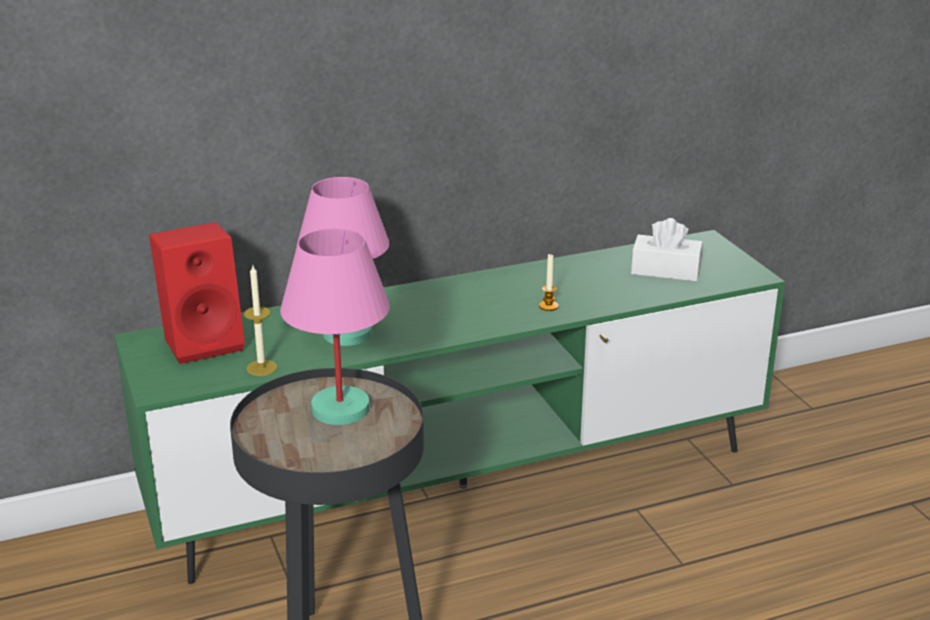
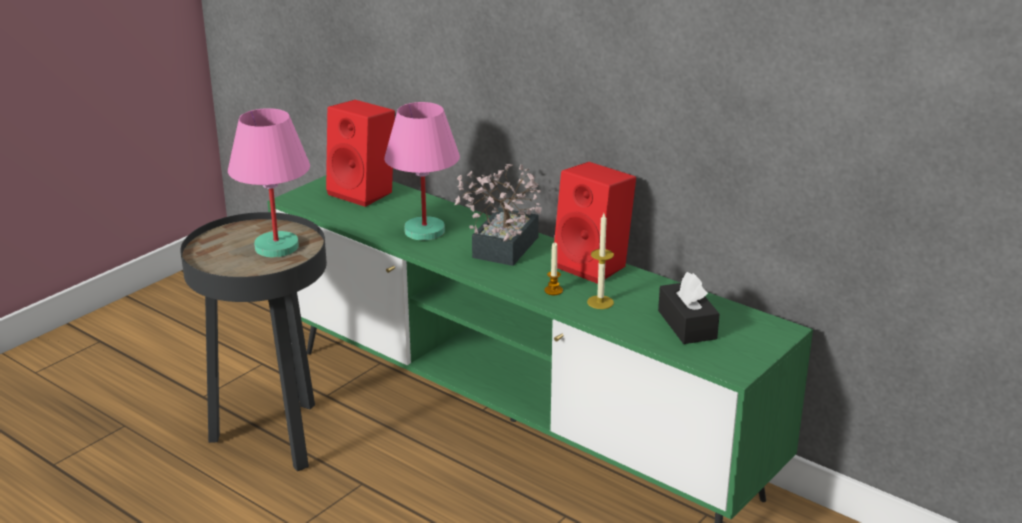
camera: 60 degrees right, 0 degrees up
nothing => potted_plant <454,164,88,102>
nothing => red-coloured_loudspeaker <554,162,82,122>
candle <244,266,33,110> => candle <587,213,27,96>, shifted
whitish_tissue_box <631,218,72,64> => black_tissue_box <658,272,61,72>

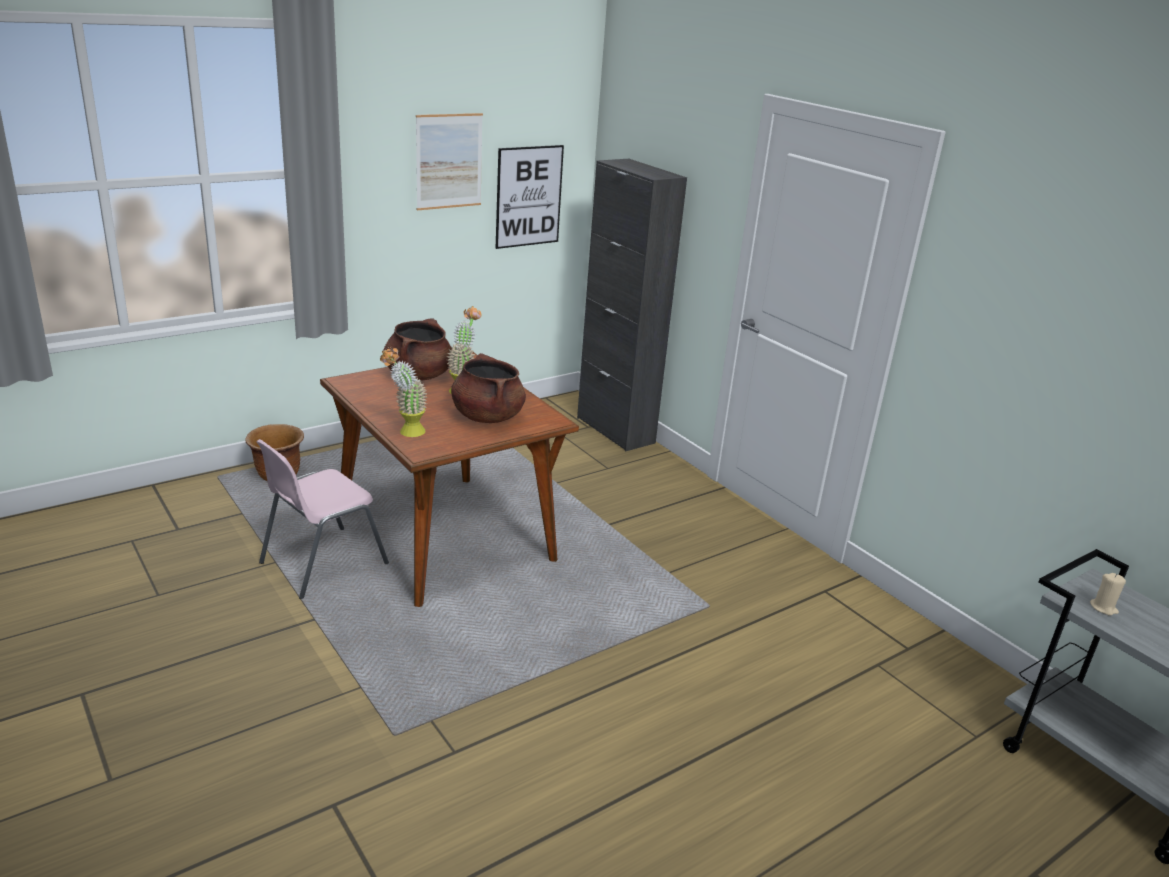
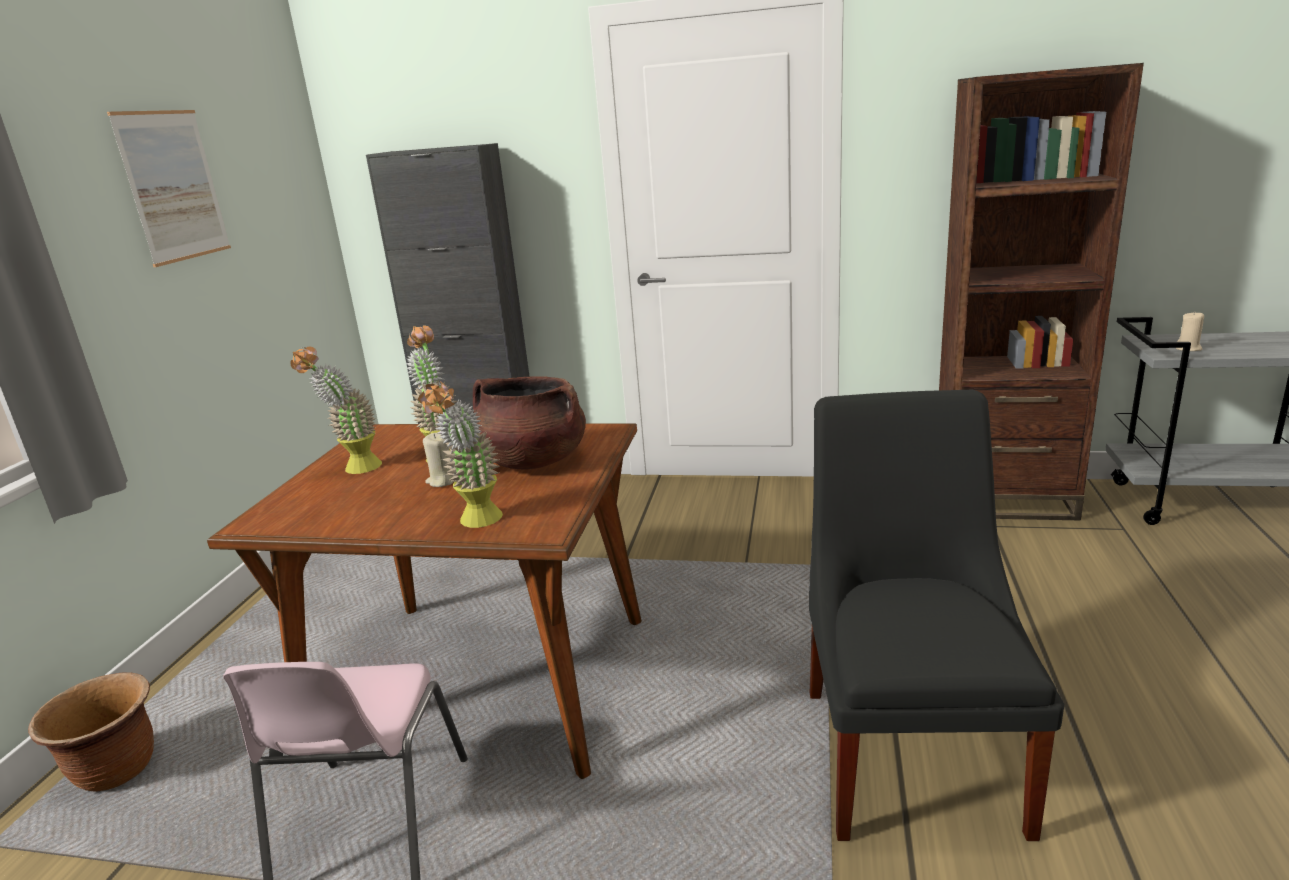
camera: 40 degrees left, 5 degrees down
brownish_saucepot <384,318,68,63> => potted_plant <291,347,91,127>
nothing => sand-coloured_candle <423,433,30,54>
nothing => black_upright_chair <809,390,255,451>
nothing => brownish_shelving_unit <939,63,205,457>
wall_art <496,145,68,104> => nothing

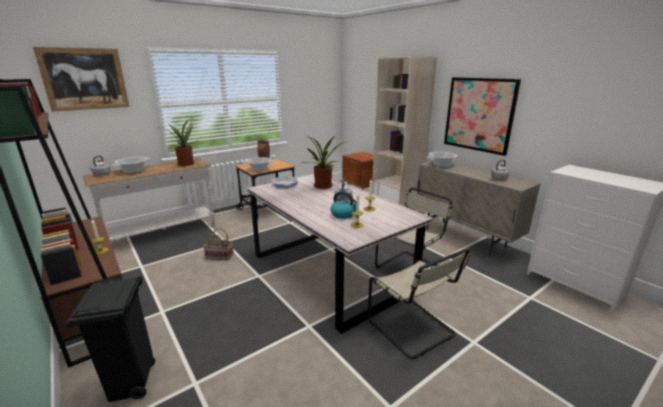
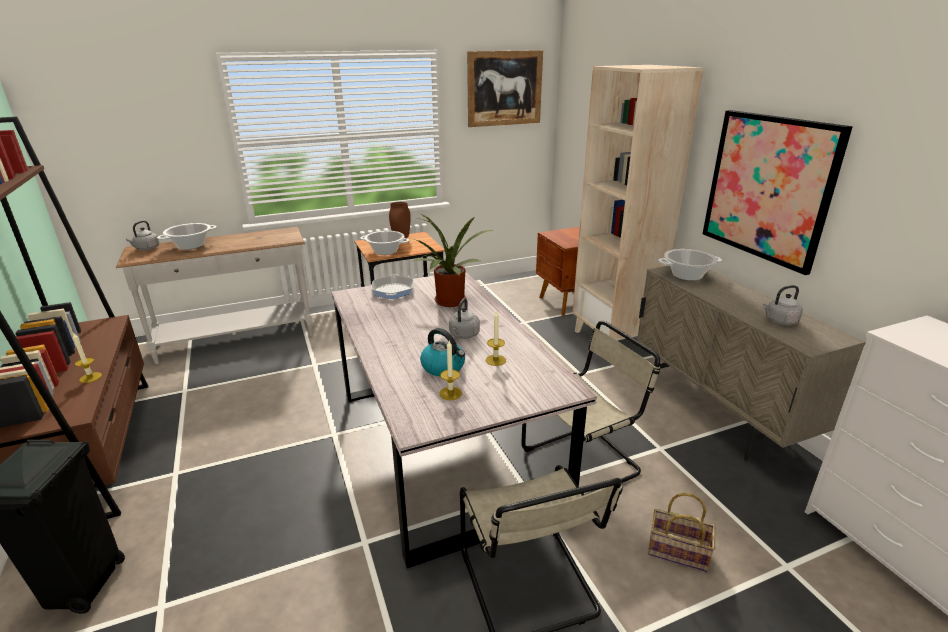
camera: 15 degrees right, 5 degrees up
wall_art <33,47,96,65> => wall_art <467,50,76,77>, shifted
household_basket <203,228,31,32> => household_basket <648,493,67,79>, shifted
potted_plant <159,118,44,48> => nothing

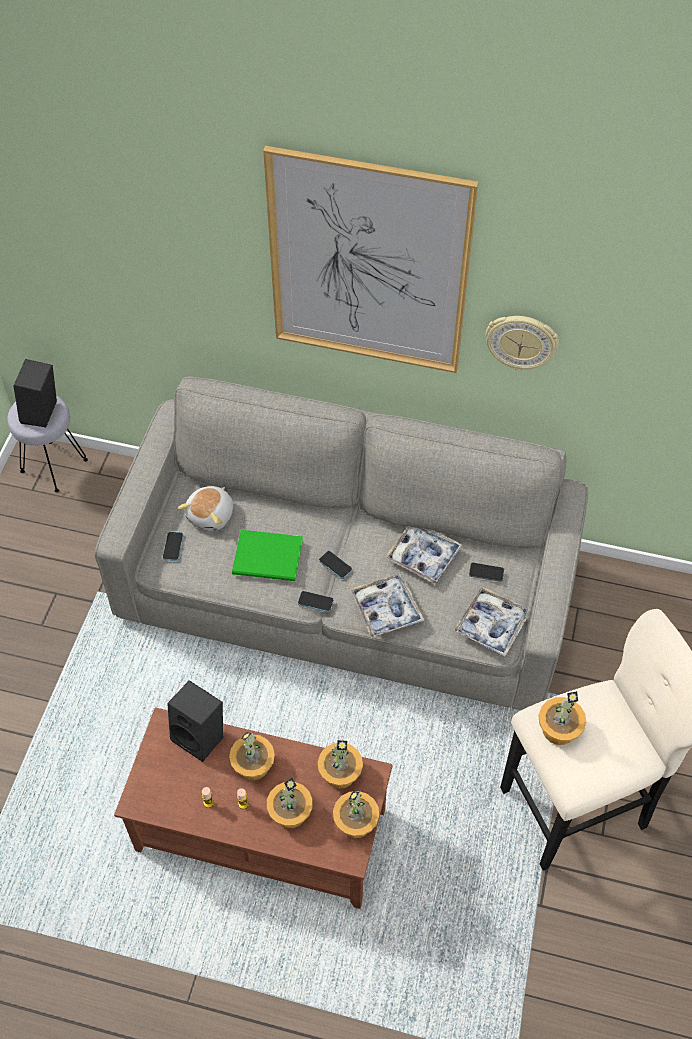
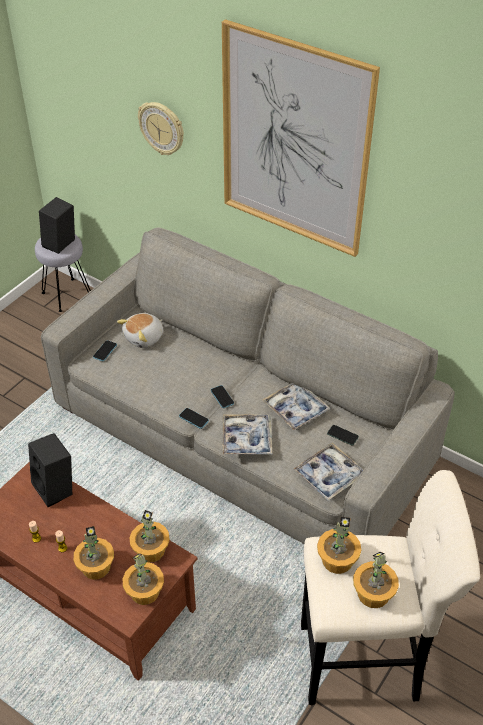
camera: 20 degrees right, 10 degrees down
clock_on_the_wall <485,316,74,54> => clock_on_the_wall <138,102,46,53>, shifted
potted_plant <229,732,46,48> => potted_plant <353,552,46,56>, shifted
greenish_book <232,530,71,51> => nothing

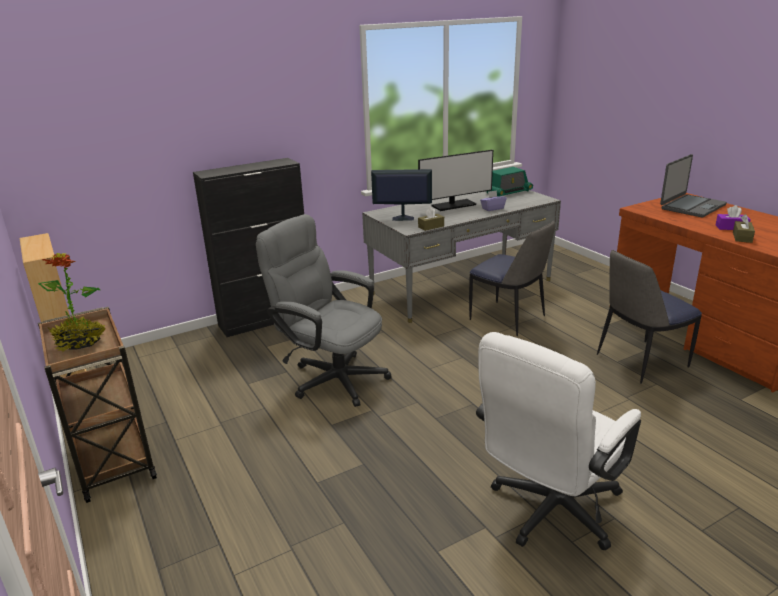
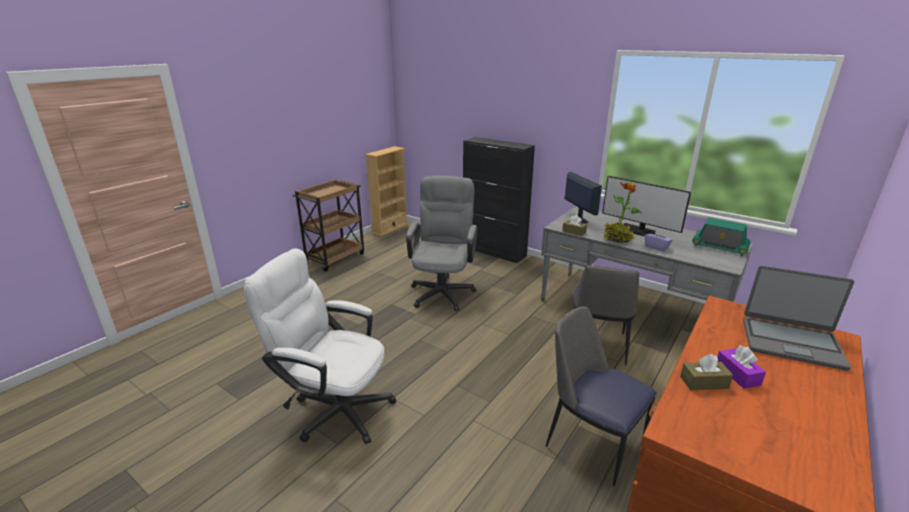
camera: 65 degrees right, 0 degrees up
potted_plant <38,253,67,99> => potted_plant <603,182,39,61>, shifted

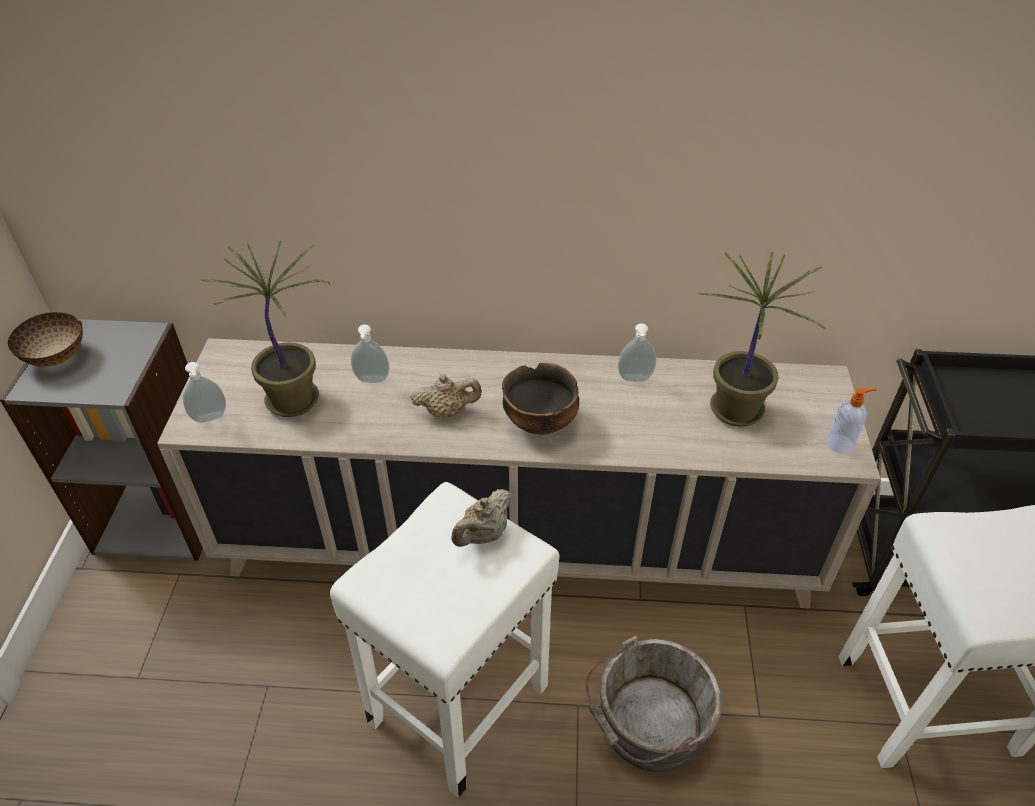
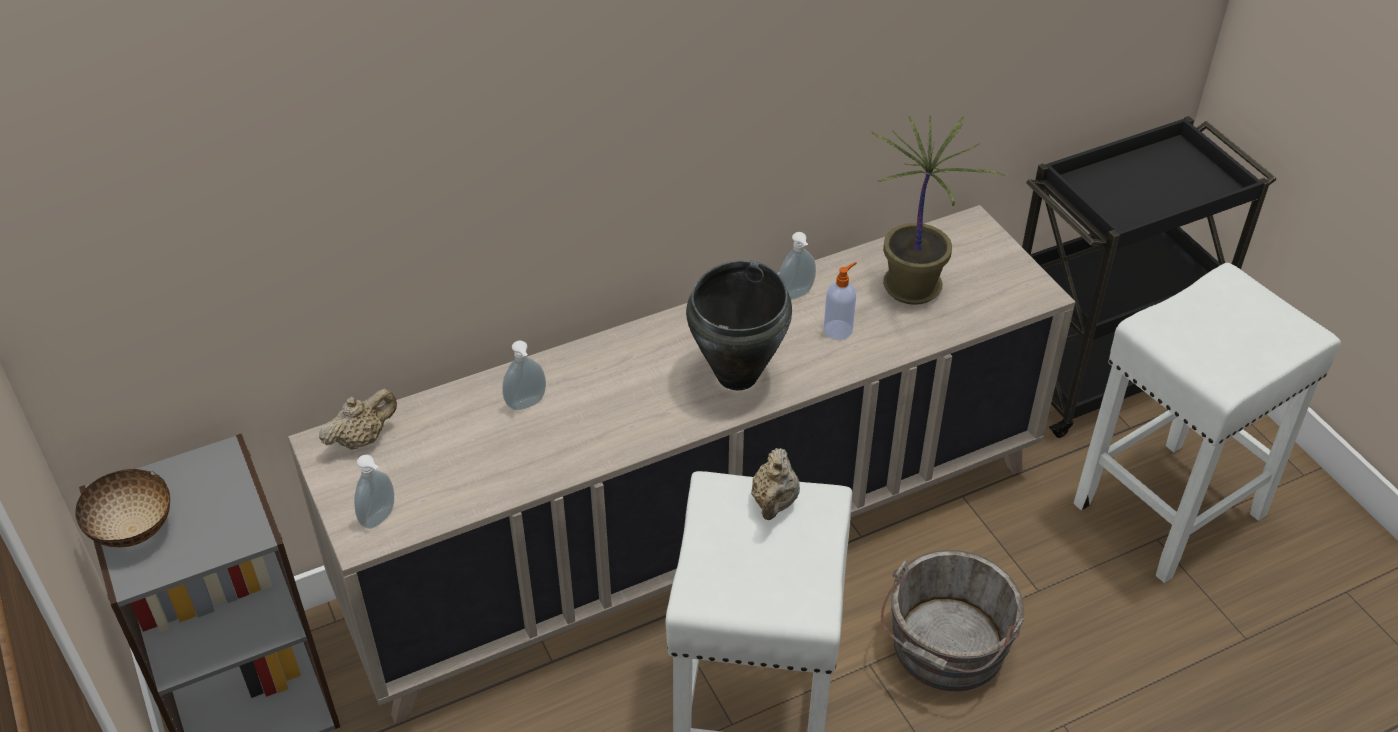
camera: 30 degrees left, 0 degrees up
sand-coloured_teapot <410,374,72,44> => sand-coloured_teapot <319,389,78,61>, shifted
bowl <502,363,77,72> => black_saucepot <686,260,106,130>
soap_bottle <826,388,51,66> => soap_bottle <824,262,33,78>, shifted
potted_plant <200,240,130,177> => nothing

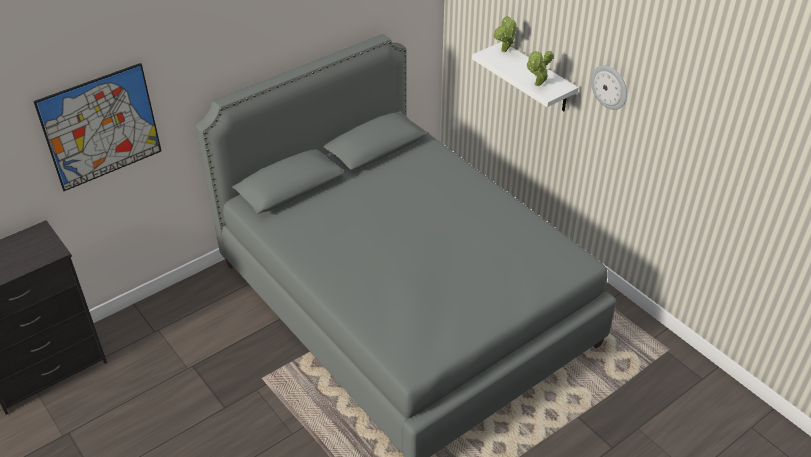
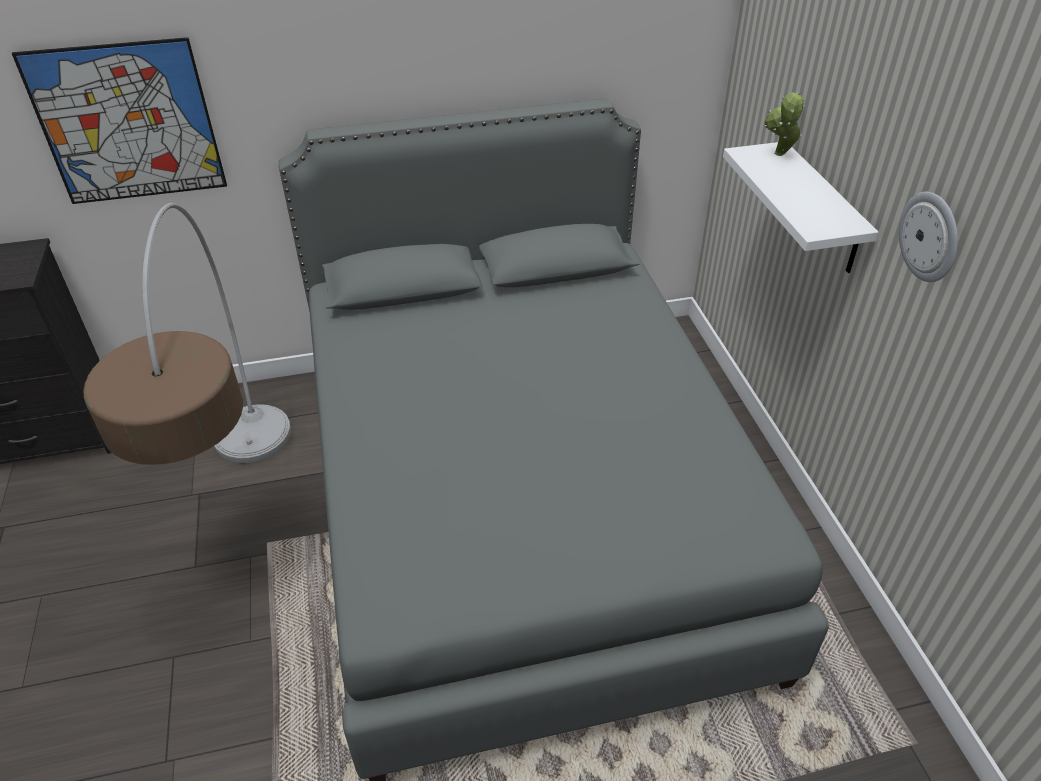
camera: 25 degrees right, 0 degrees up
nothing => standard_lamp <83,203,208,262>
potted_plant <527,50,26,36> => nothing

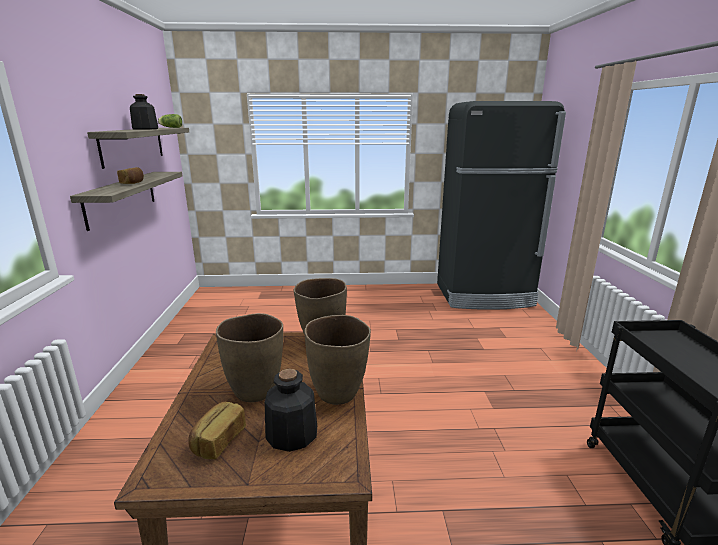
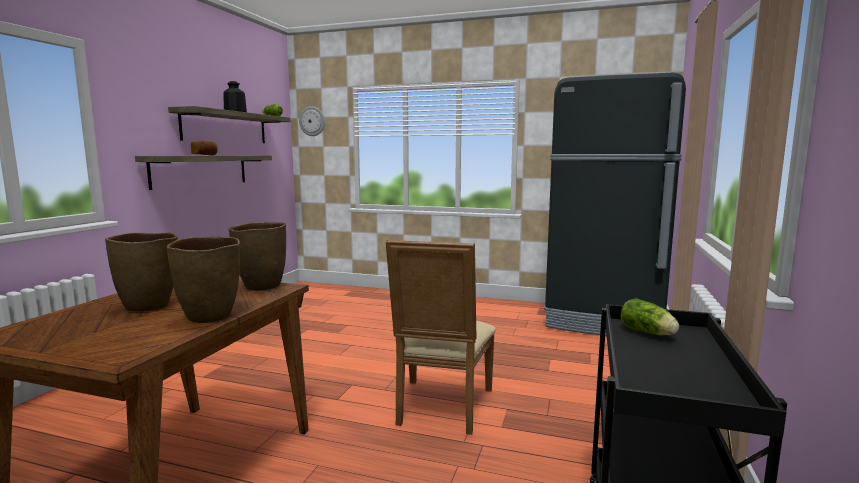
camera: 20 degrees right, 10 degrees down
nothing => clock_on_the_wall <299,106,26,30>
nothing => sand-coloured_upright_chair <386,240,110,195>
nothing => head_of_lettuce <621,298,58,37>
baked_bread <188,402,58,57> => nothing
beverage_bottle <265,369,52,83> => nothing

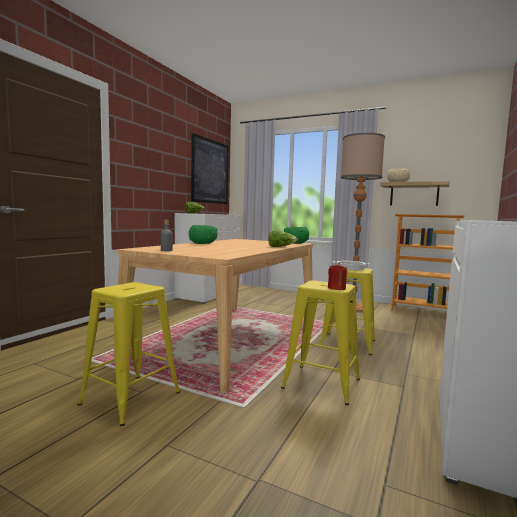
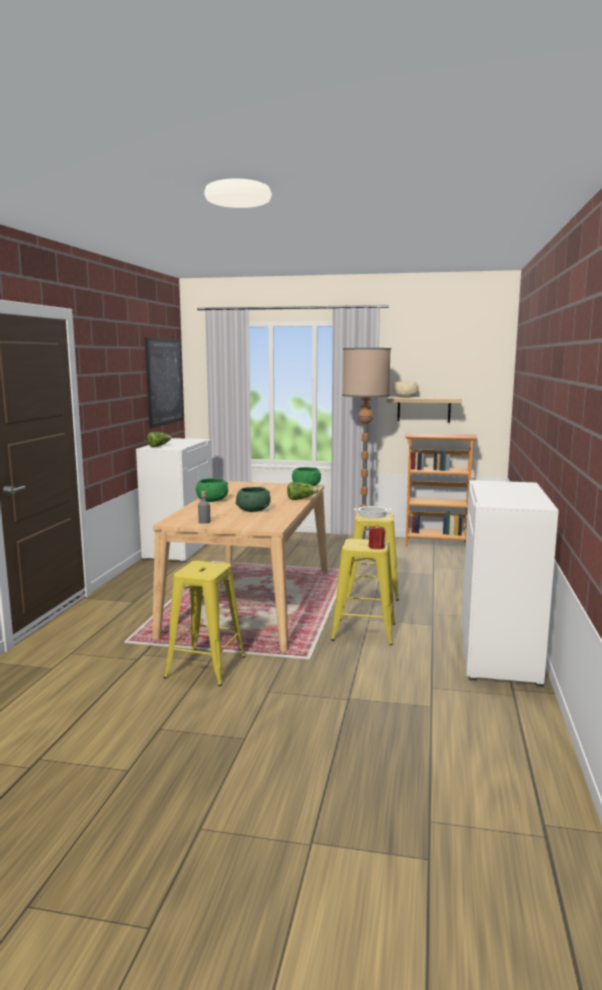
camera: 15 degrees left, 5 degrees up
nothing => greenish_bowl <236,487,35,25>

